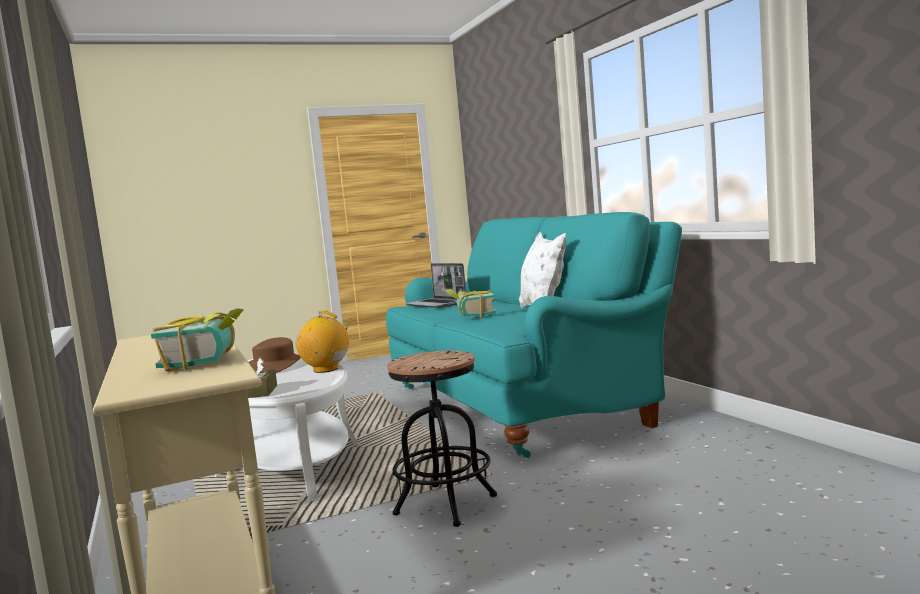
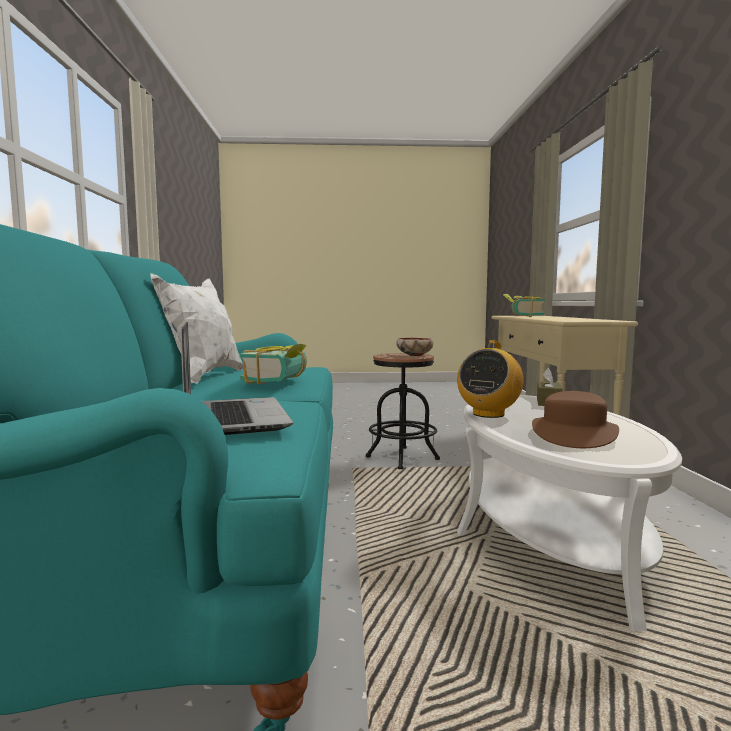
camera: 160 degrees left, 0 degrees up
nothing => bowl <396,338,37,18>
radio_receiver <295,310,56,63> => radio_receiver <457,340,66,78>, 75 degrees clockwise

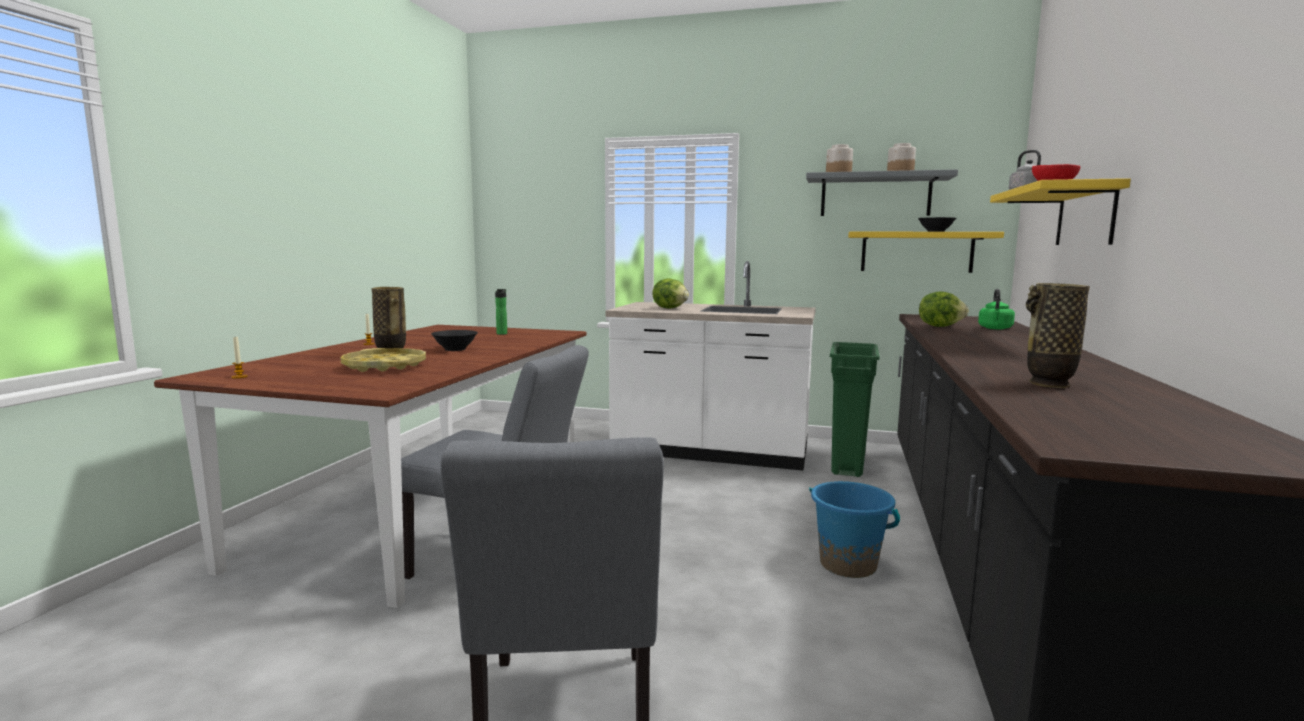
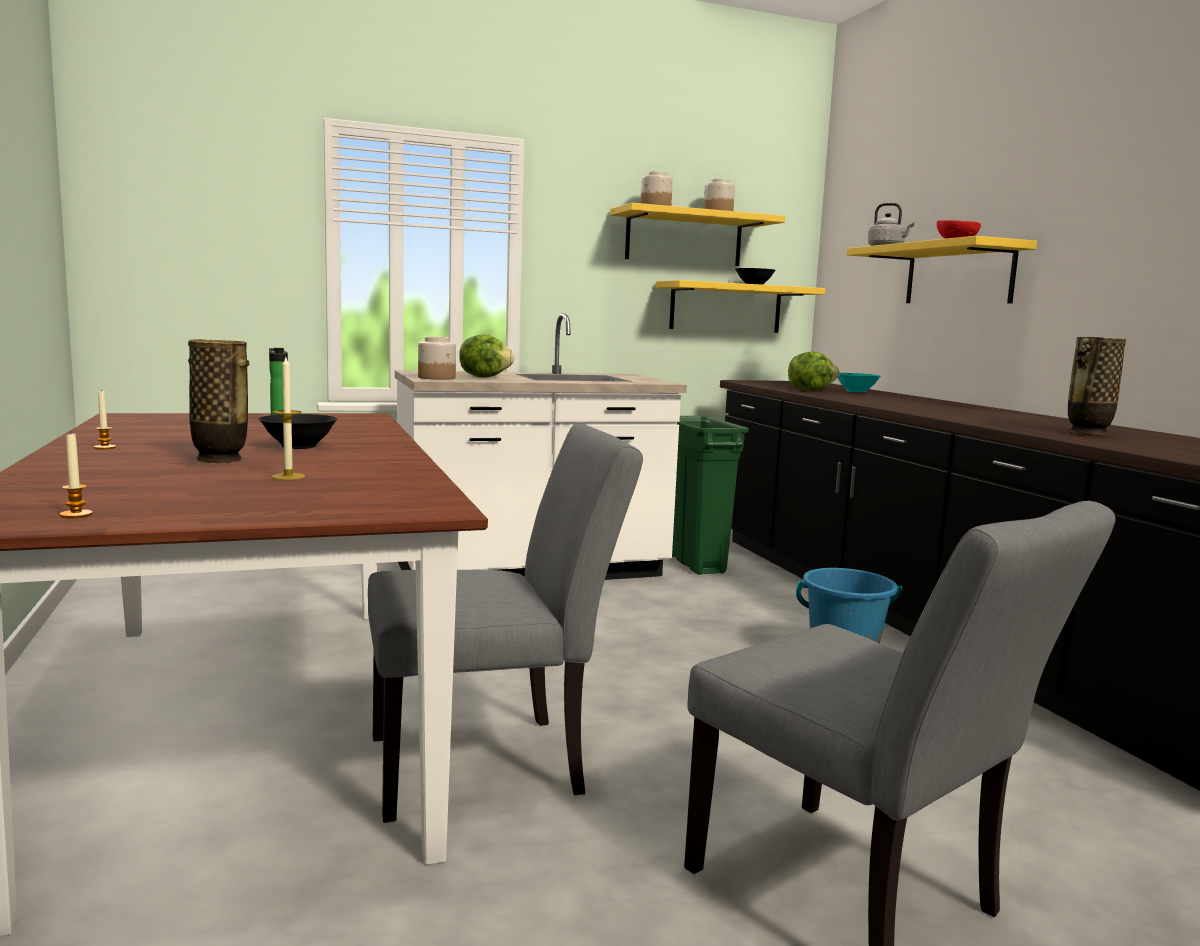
camera: 35 degrees left, 0 degrees up
yellow-coloured_serving_tray <340,348,86,24> => candle <272,357,33,123>
nothing => preserve_jar <418,337,38,43>
gray_shelf <806,169,152,47> => yellow-coloured_shelf <610,203,176,63>
greenish_kettle <978,289,37,40> => turquoise-coloured_bowl <838,373,43,19>

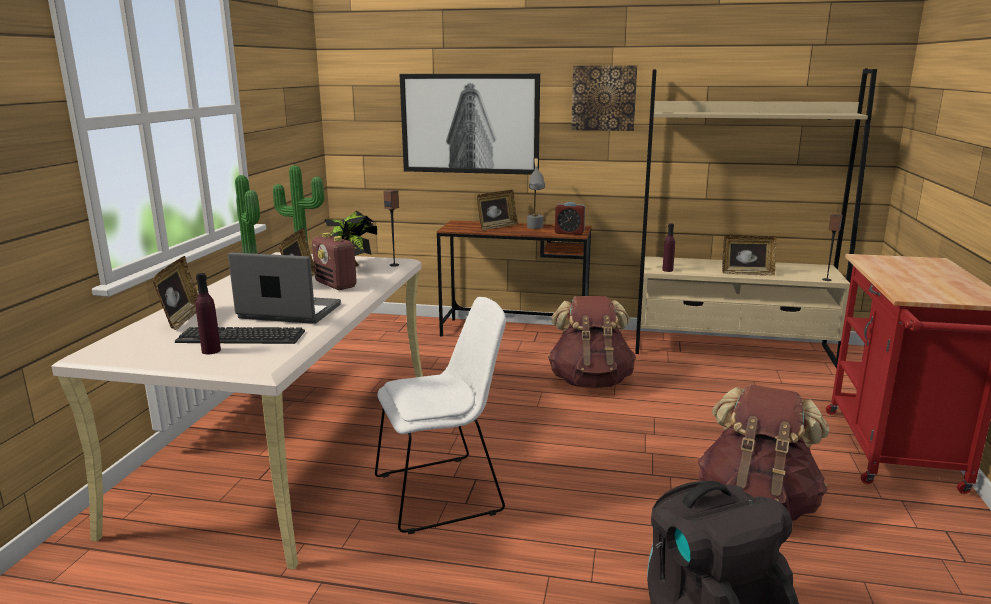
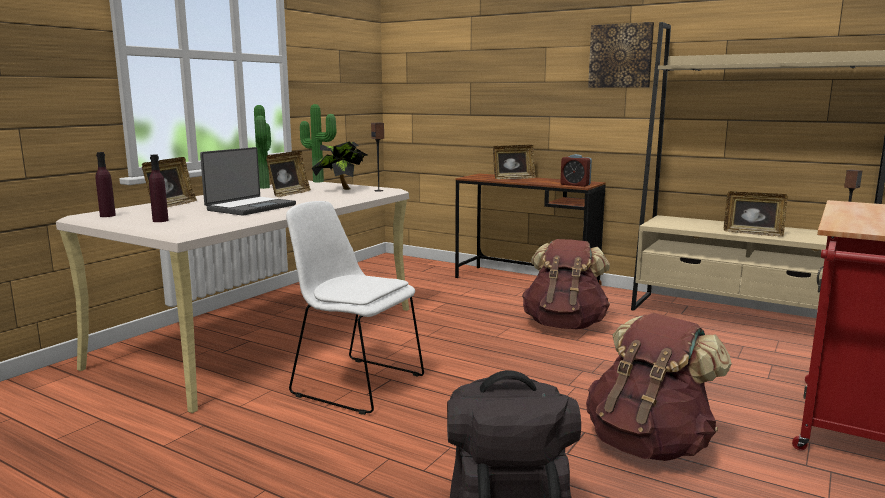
camera: 20 degrees right, 5 degrees down
purple_beverage_bottle <662,223,13,49> => purple_beverage_bottle <96,152,20,65>, shifted
portable_computer <228,252,113,72> => portable_computer <200,147,96,69>, 90 degrees clockwise
whitish_upright_chair <375,297,131,237> => whitish_upright_chair <286,201,138,214>, 150 degrees counterclockwise
keyboard <175,327,130,17> => nothing
radio_receiver <312,232,45,58> => nothing
wall_art <400,74,140,101> => nothing
gray_table_lamp <527,158,18,71> => nothing

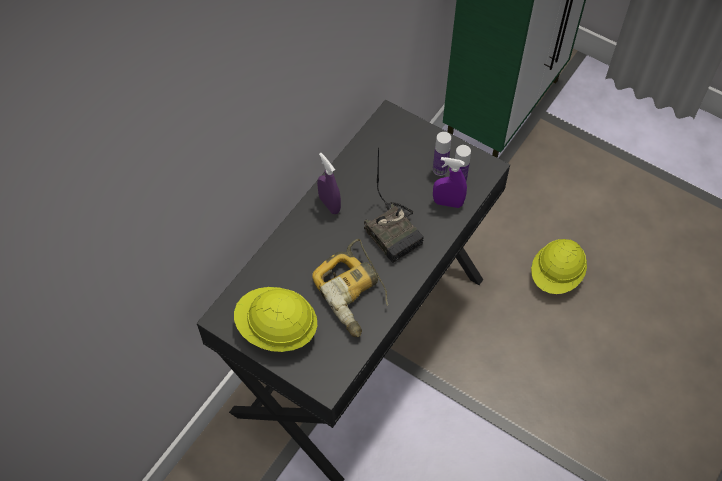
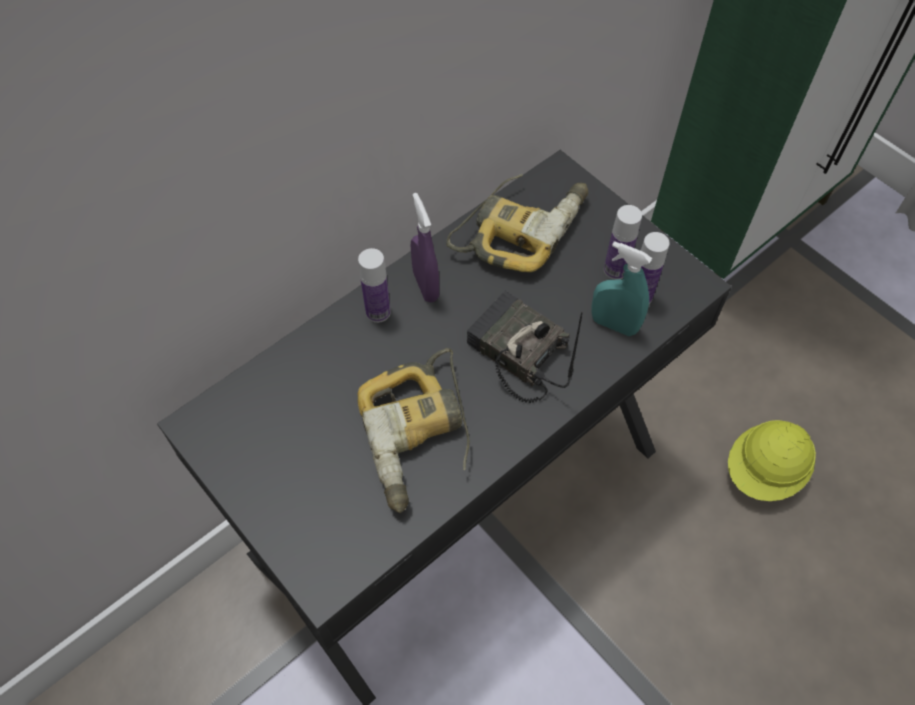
camera: 15 degrees right, 0 degrees up
nothing => beverage_bottle <358,248,33,75>
nothing => power_drill <446,174,142,98>
radio_receiver <364,147,60,116> => radio_receiver <467,291,116,112>, 150 degrees clockwise
purple_sprayer <433,157,34,51> => turquoise-coloured_sprayer <592,241,60,95>
yellow-coloured_hard_hat <234,287,83,65> => nothing

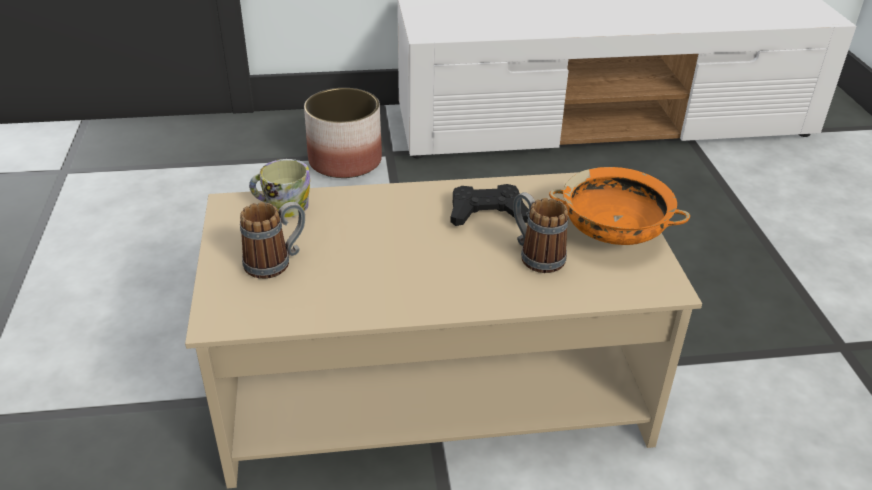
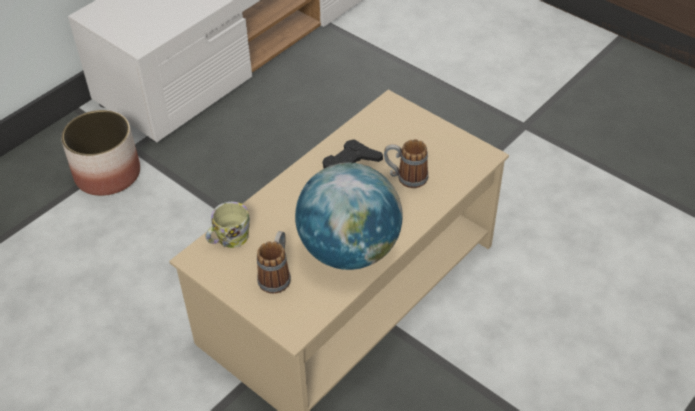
camera: 40 degrees left, 10 degrees up
nothing => world_globe <295,162,108,108>
orange-coloured_bowl <549,167,141,78> => nothing

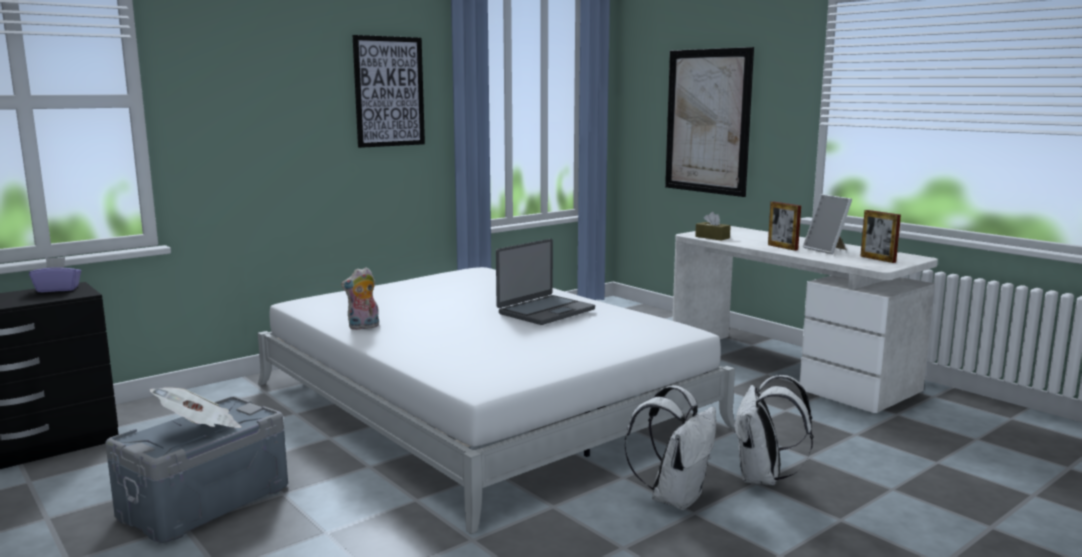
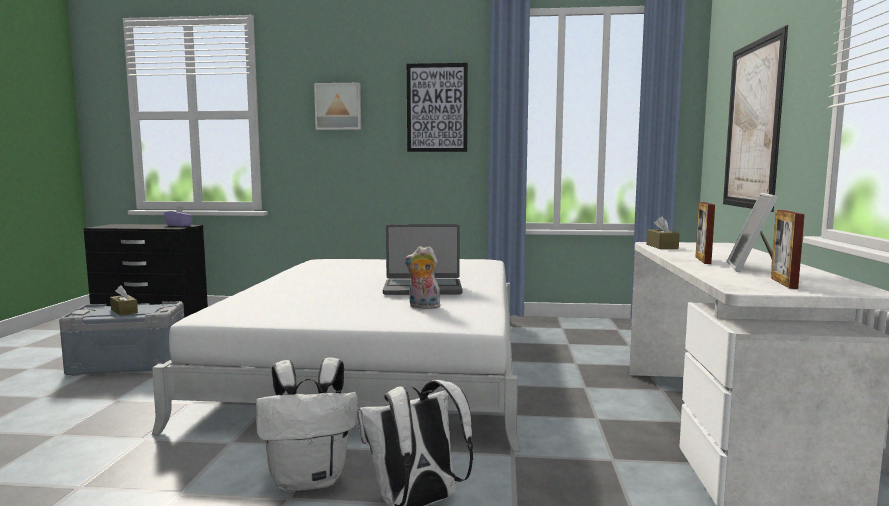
camera: 45 degrees right, 5 degrees down
newspaper <150,387,91,41> => brownish_tissue_box <110,285,28,31>
nothing => wall_art <314,83,47,47>
soft_toy <341,267,38,63> => soft_toy <404,246,37,63>, shifted

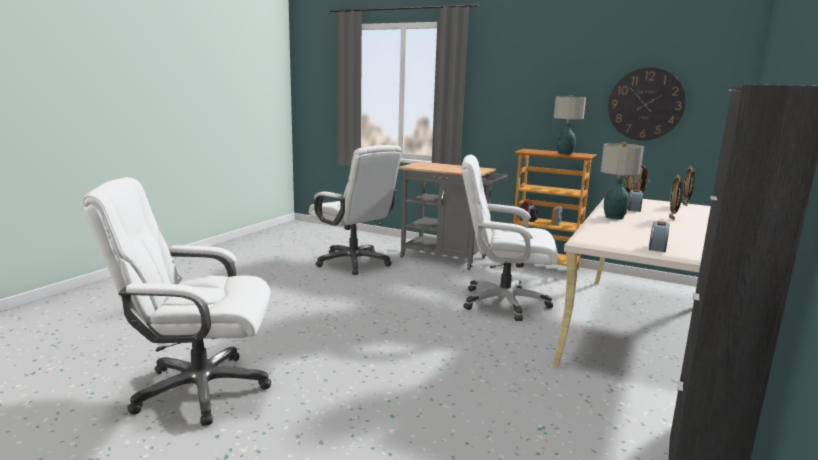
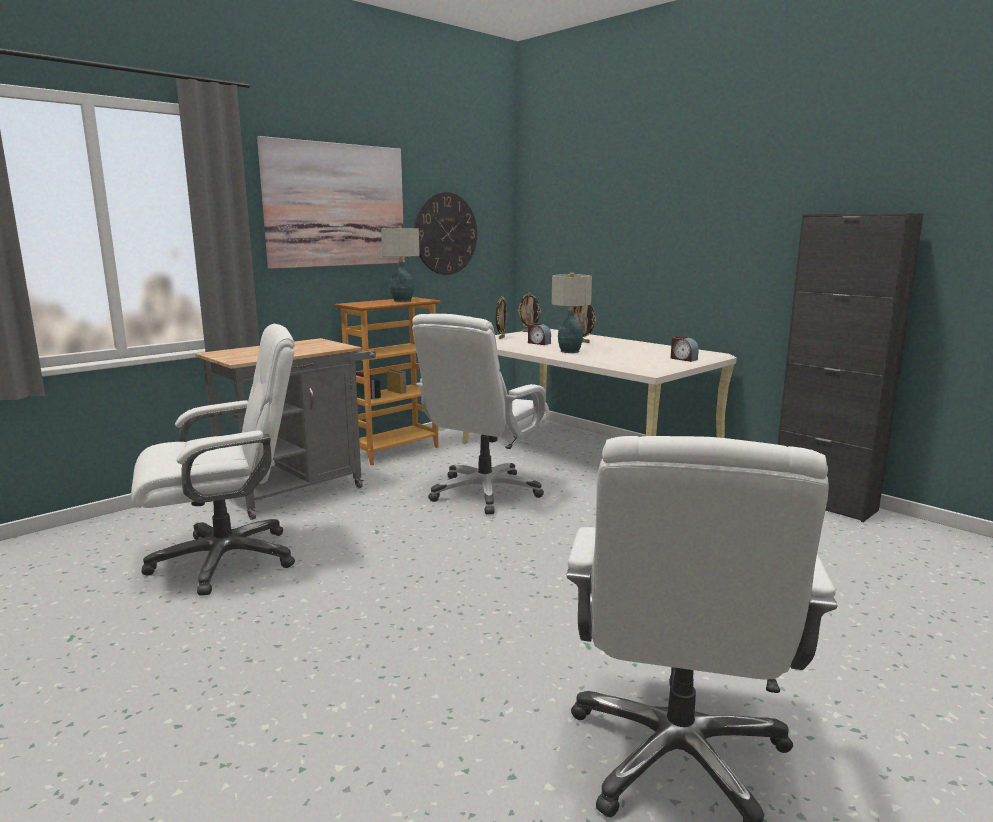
camera: 70 degrees left, 0 degrees up
nothing => wall_art <257,136,148,133>

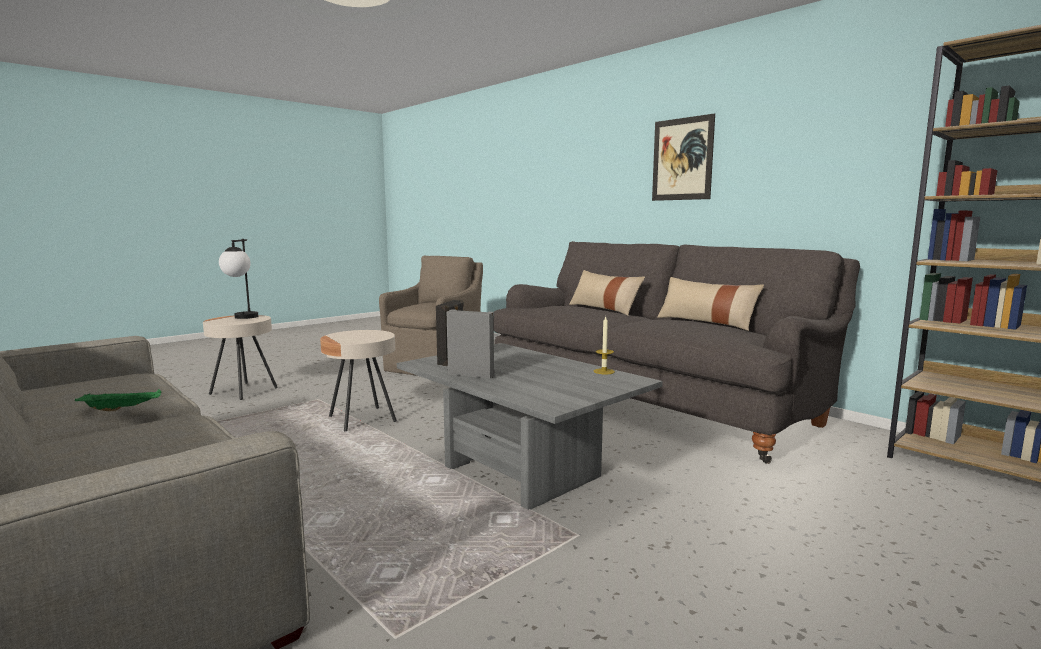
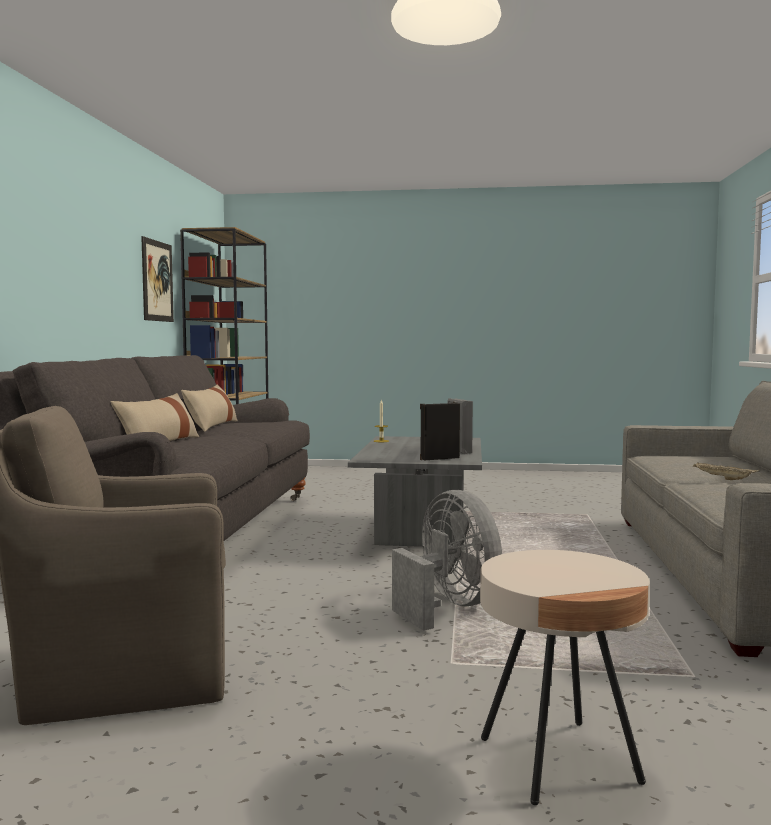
camera: 130 degrees left, 5 degrees down
wall_art <652,113,63,88> => wall_art <141,236,33,86>, shifted
sand-coloured_end_table <320,330,77,101> => gray_fan <392,490,110,141>
greenish_serving_tray <75,389,87,22> => sand-coloured_serving_tray <693,463,66,17>
table_lamp <219,239,39,80> => nothing

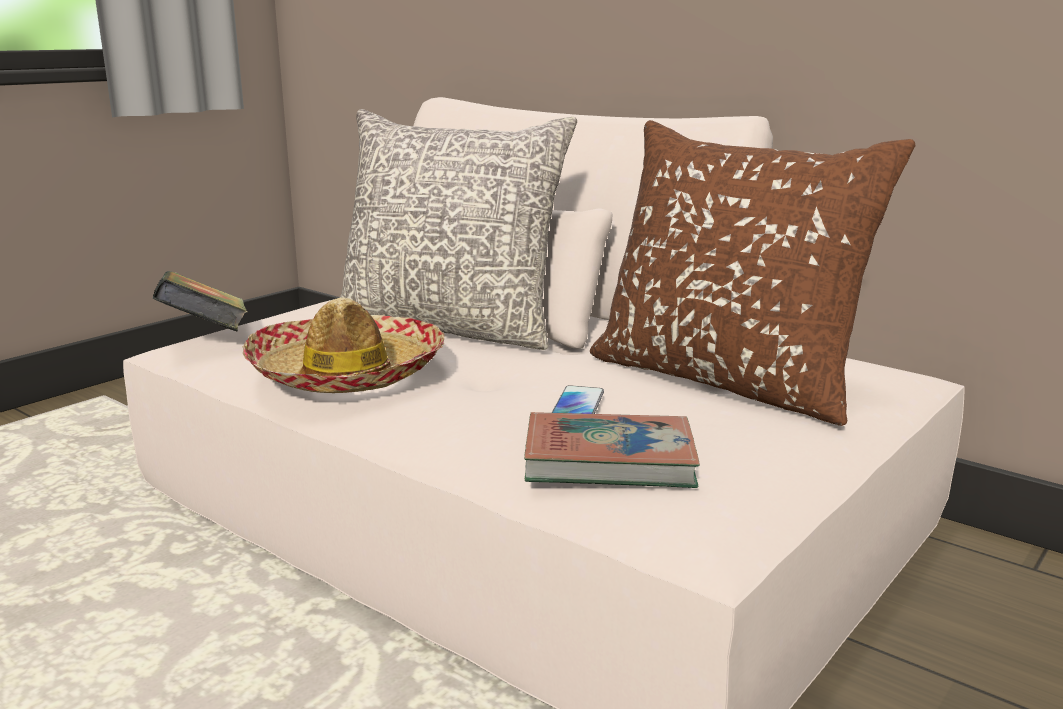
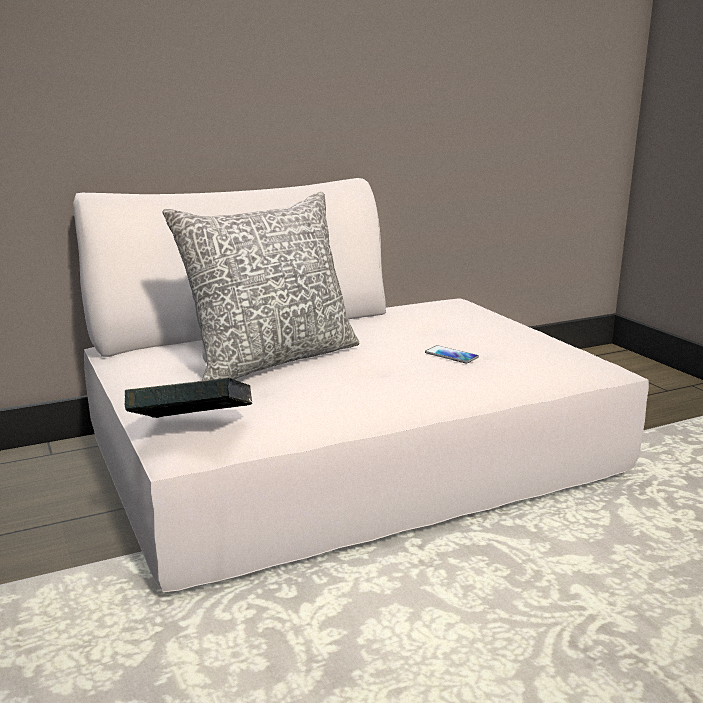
camera: 65 degrees left, 0 degrees up
clothing_hat <243,298,202,95> => nothing
book <524,412,176,76> => nothing
brownish_pillow <590,120,325,306> => nothing

